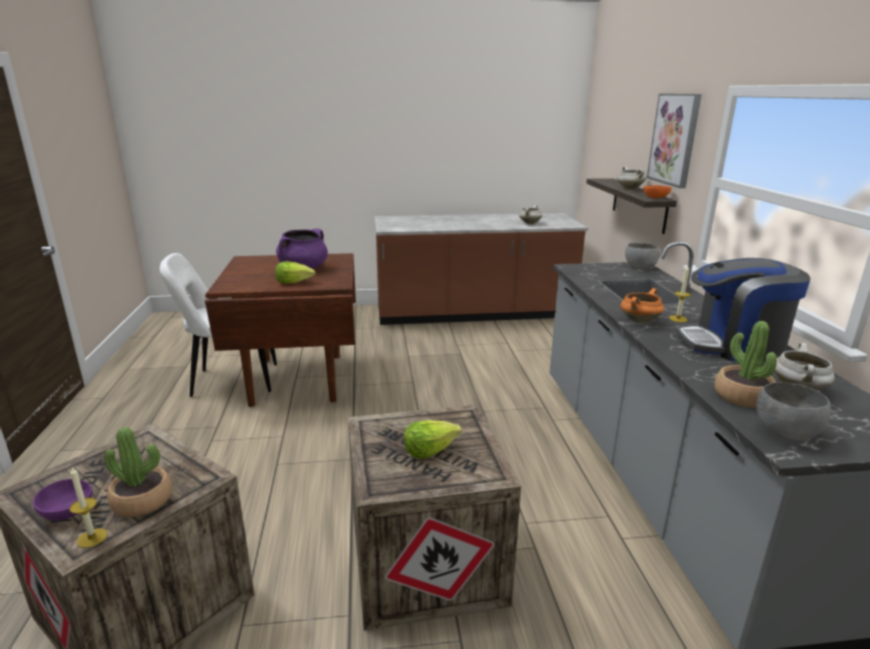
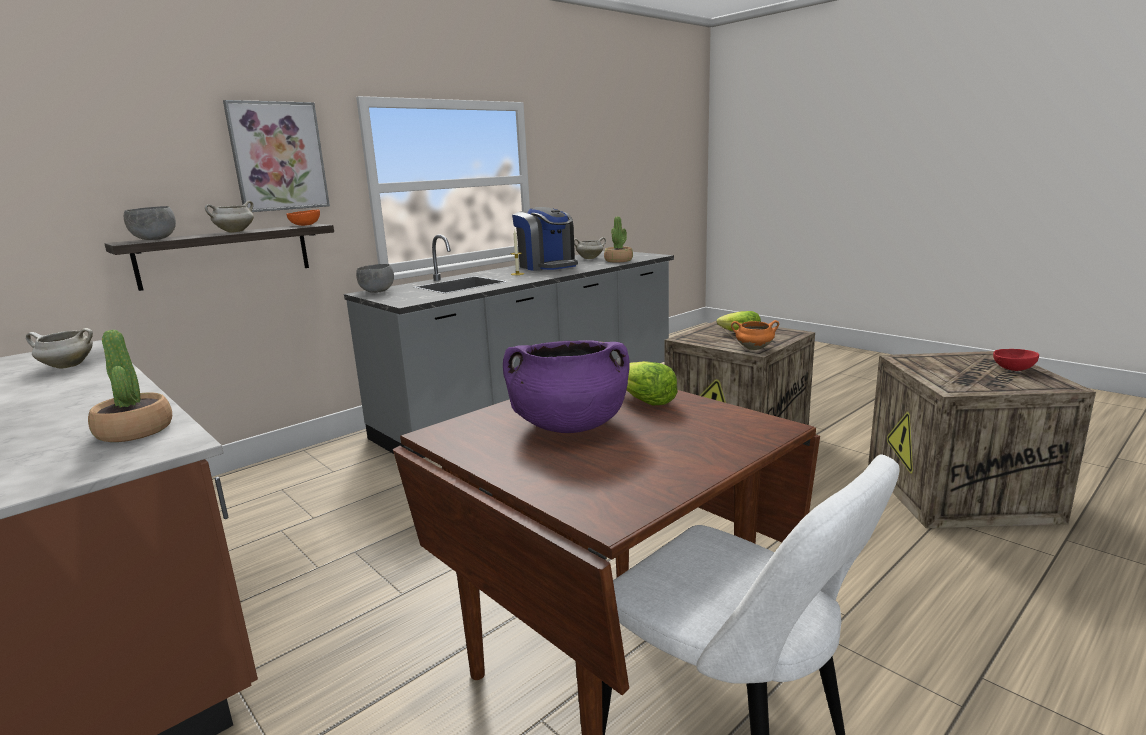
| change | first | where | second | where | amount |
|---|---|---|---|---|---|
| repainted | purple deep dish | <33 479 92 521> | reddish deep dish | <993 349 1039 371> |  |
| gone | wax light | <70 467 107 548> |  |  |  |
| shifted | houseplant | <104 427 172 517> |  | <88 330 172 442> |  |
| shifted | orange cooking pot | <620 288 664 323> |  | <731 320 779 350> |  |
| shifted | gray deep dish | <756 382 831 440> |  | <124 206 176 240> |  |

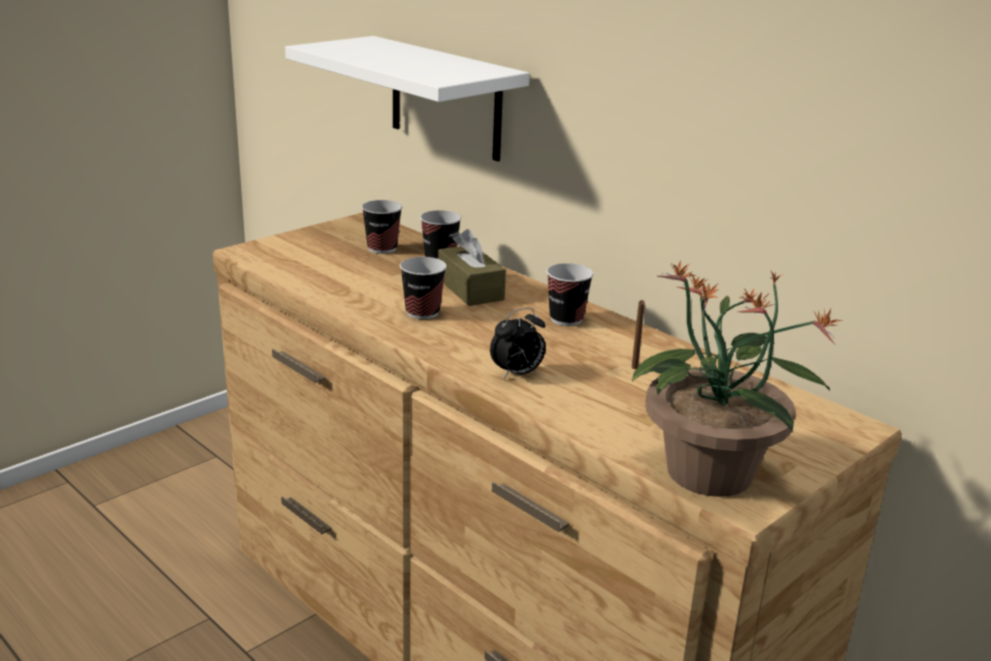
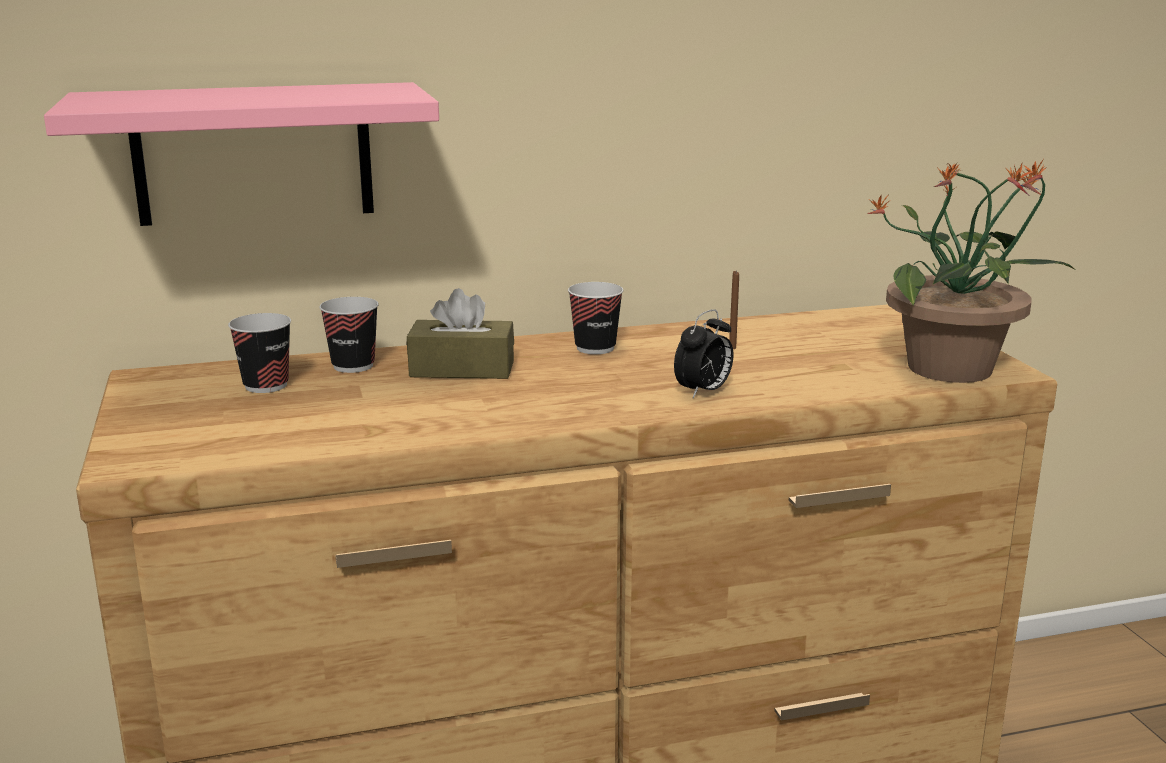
| change | first | where | second | where | amount |
|---|---|---|---|---|---|
| repainted | white bracket shelf | <285 36 530 161> | pinkish bracket shelf | <44 82 439 226> |  |
| gone | small cup | <400 257 447 319> |  |  |  |
| rotated | alarm clock | <490 308 546 379> |  | <674 309 734 398> | 45 degrees clockwise |

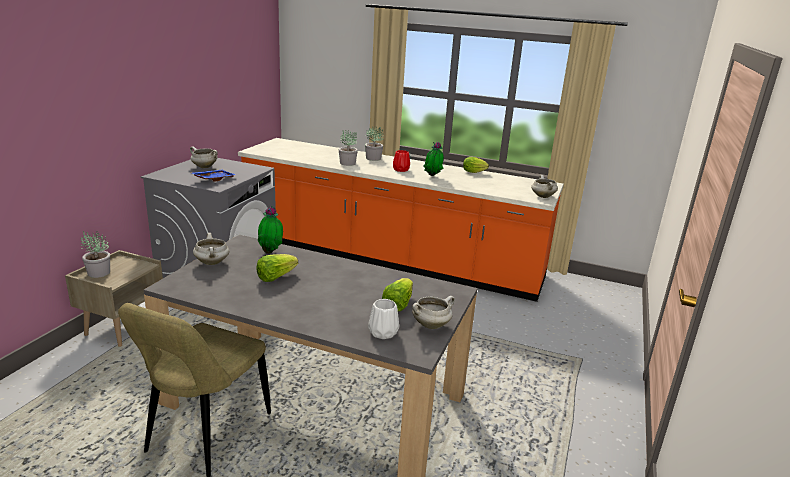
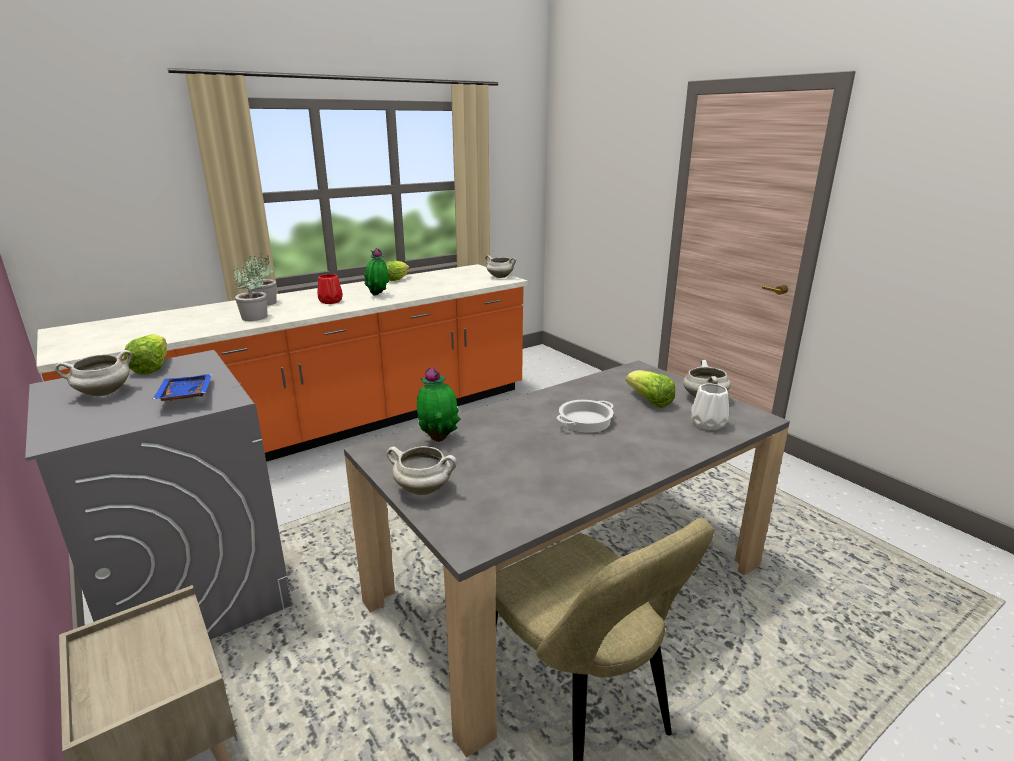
| change | first | where | second | where | amount |
|---|---|---|---|---|---|
| gone | houseplant | <81 231 110 278> |  |  |  |
| shifted | head of lettuce | <256 254 298 282> |  | <124 334 167 375> |  |
| new |  |  | cooking pot | <556 400 614 433> |  |

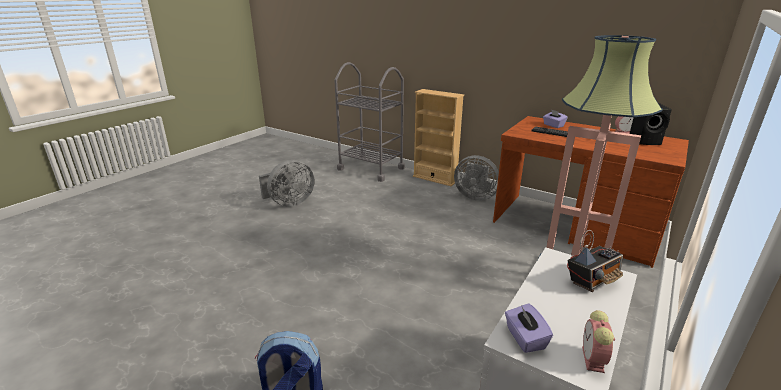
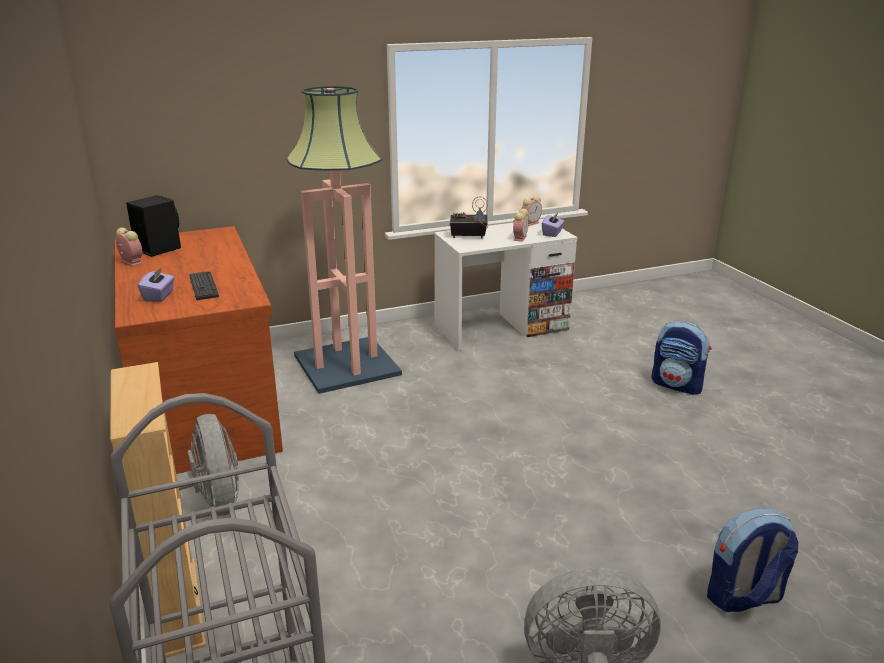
| change | first | where | second | where | amount |
|---|---|---|---|---|---|
| new |  |  | alarm clock | <513 209 529 242> |  |
| new |  |  | knapsack | <707 508 799 612> |  |

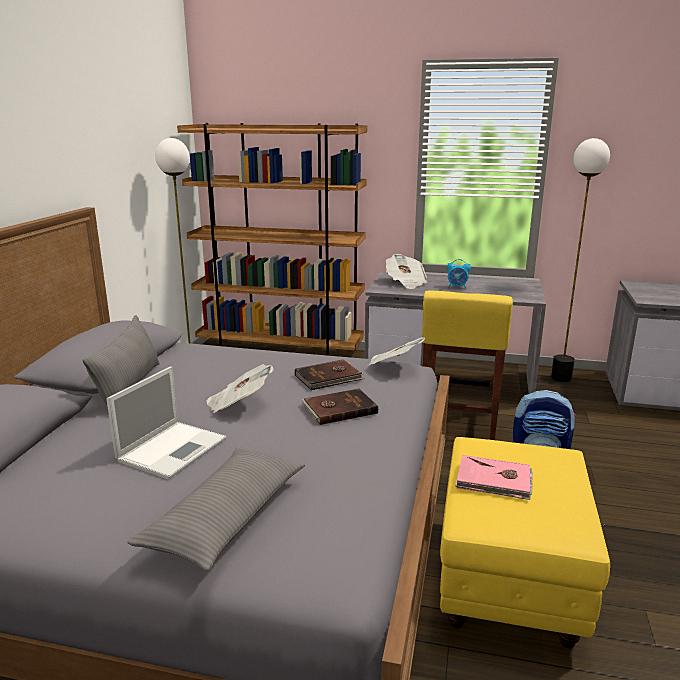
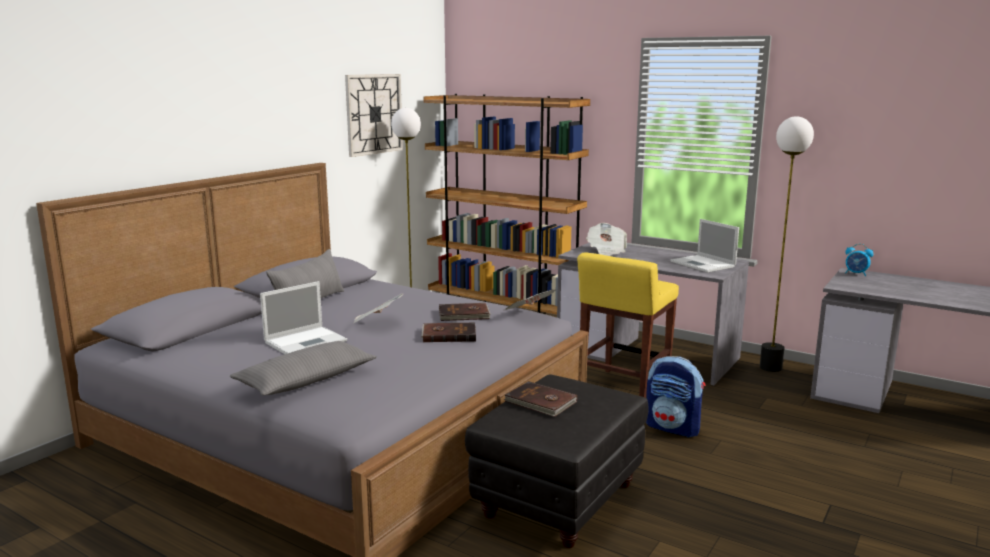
| change | first | where | second | where | amount |
|---|---|---|---|---|---|
| repainted | yellow pouffe | <440 437 610 648> | blackish pouffe | <465 374 649 548> |  |
| shifted | alarm clock | <447 259 471 289> |  | <845 244 873 276> |  |
| repainted | pinkish book | <455 455 533 500> | brownish book | <504 381 577 417> |  |
| new |  |  | wall clock | <345 74 403 157> |  |
| new |  |  | laptop | <670 219 739 273> |  |

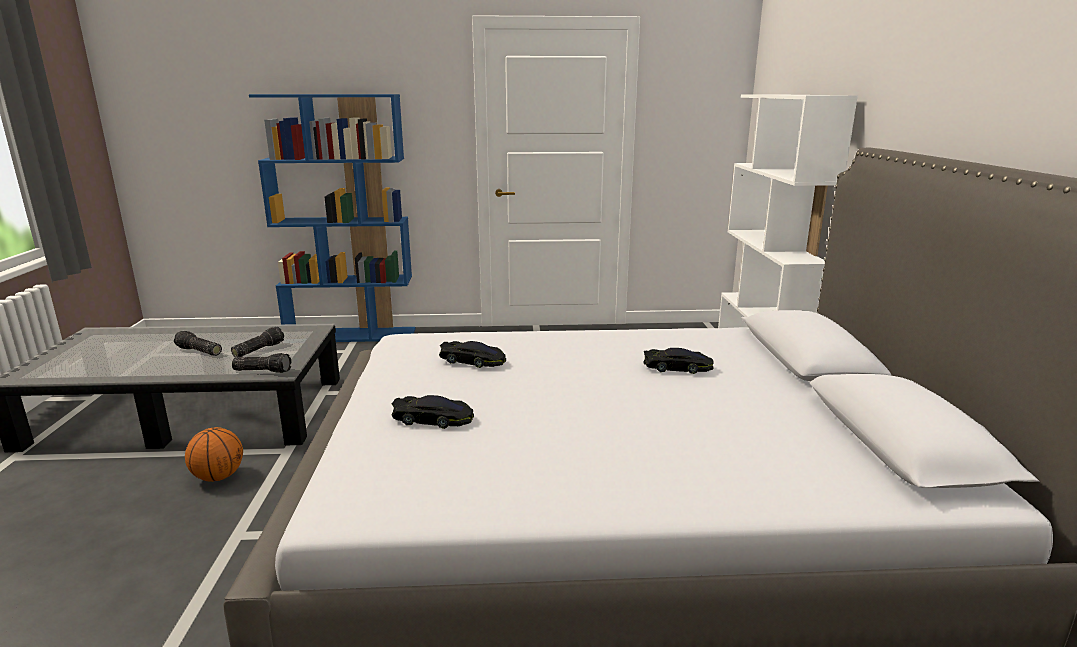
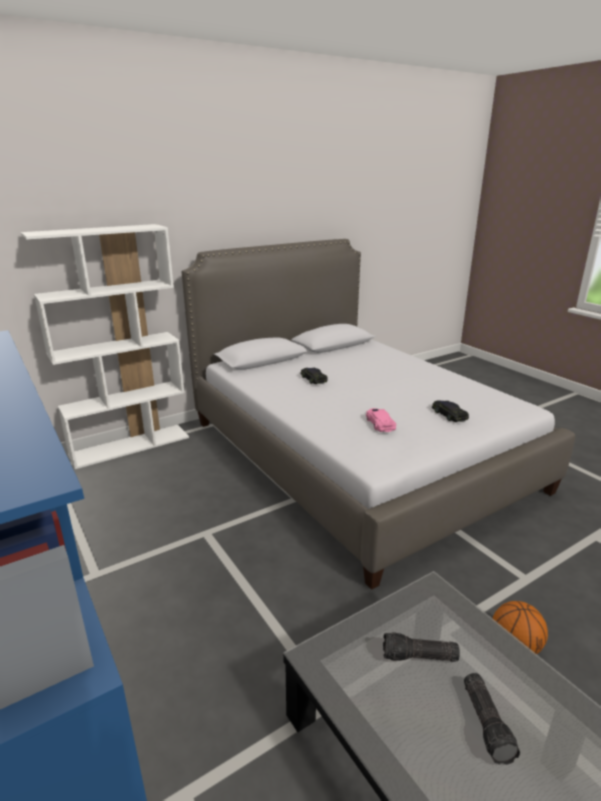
| change | first | where | second | where | amount |
|---|---|---|---|---|---|
| gone | flashlight | <232 353 292 373> |  |  |  |
| repainted | blackish miniature car | <439 341 506 368> | pinkish miniature car | <366 408 396 432> |  |

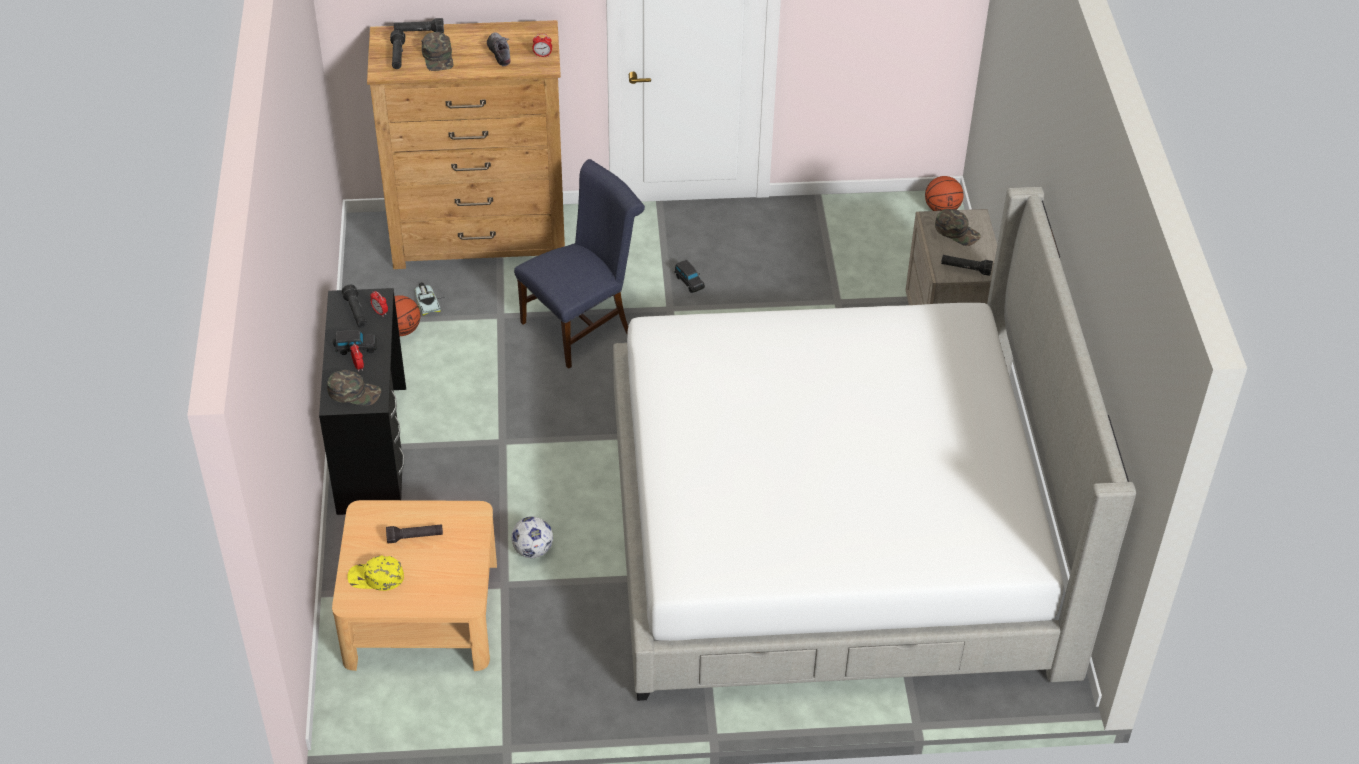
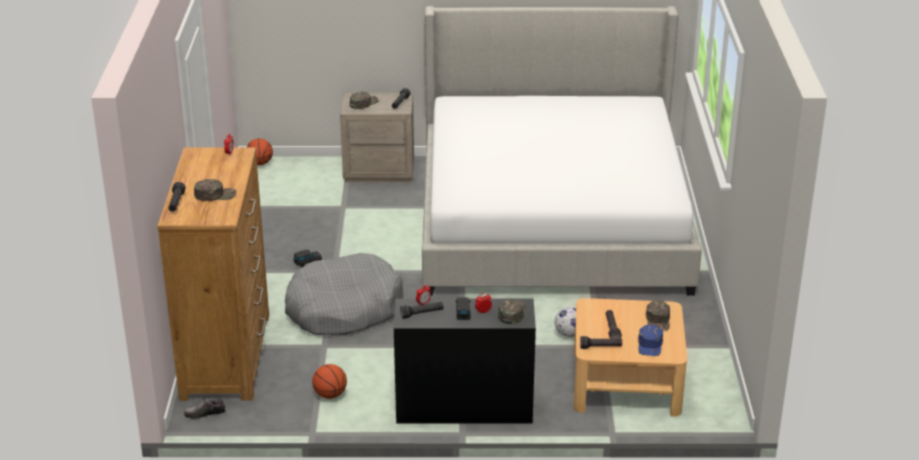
| change | first | where | second | where | amount |
|---|---|---|---|---|---|
| repainted | yellow baseball cap | <348 556 404 591> | bluish baseball cap | <638 325 663 356> |  |
| shifted | blackish flashlight | <390 30 405 69> |  | <580 336 622 349> |  |
| gone | miniature car | <415 282 445 316> |  |  |  |
| shifted | shoe | <487 32 511 67> |  | <184 398 226 419> |  |
| swapped | bluish chair | <514 159 645 369> | gray pet bed | <285 253 404 335> |  |
| new |  |  | green baseball cap | <646 300 670 331> |  |

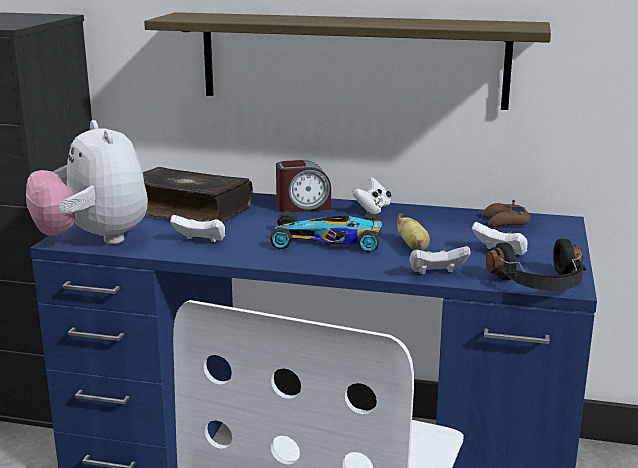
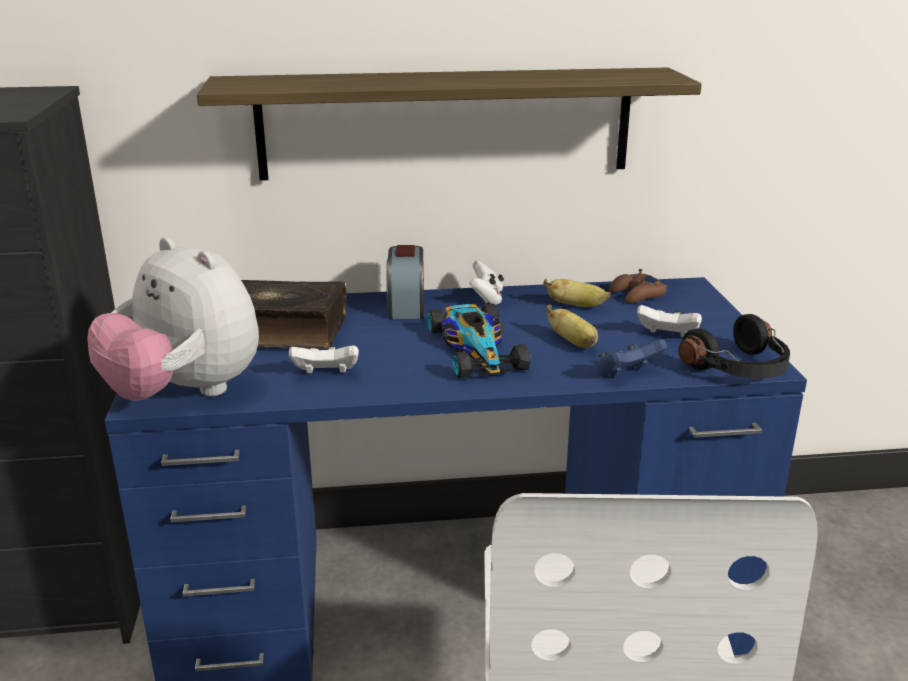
| change | first | where | second | where | amount |
|---|---|---|---|---|---|
| rotated | miniature car | <270 211 382 253> |  | <427 304 531 378> | 90 degrees counterclockwise |
| rotated | alarm clock | <276 160 331 212> |  | <386 245 424 319> | 120 degrees clockwise |
| repainted | white joypad | <410 246 470 275> | bluish joypad | <598 339 667 378> |  |
| new |  |  | banana fruit | <544 279 611 307> |  |

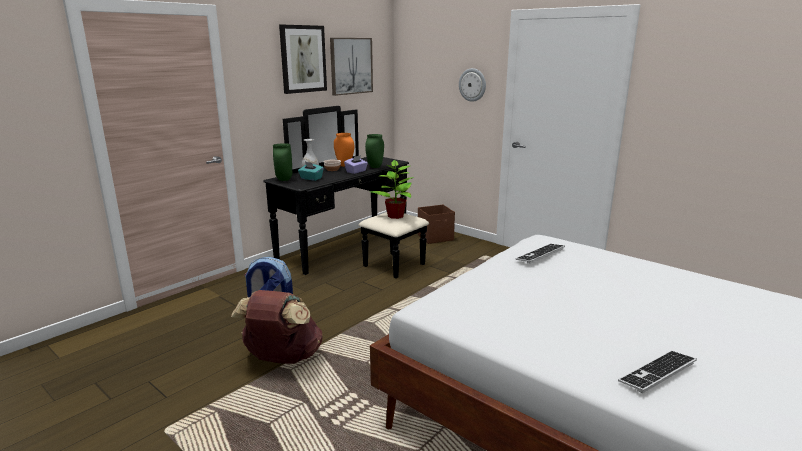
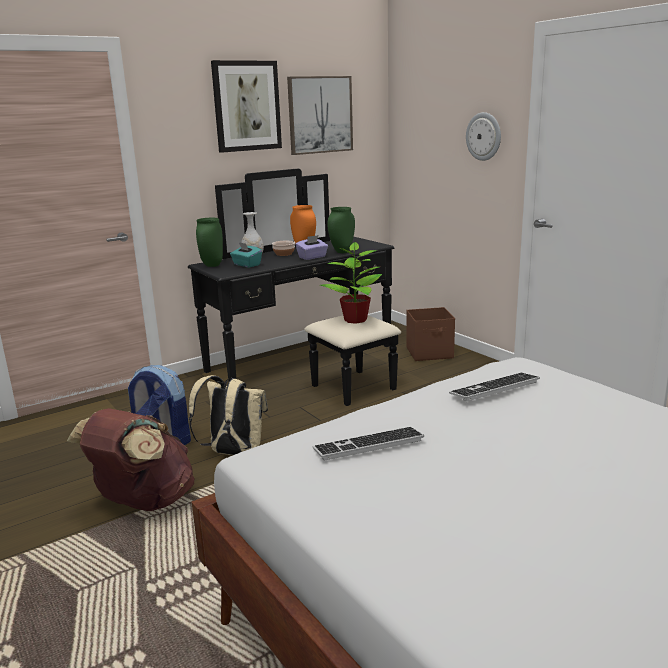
| change | first | where | second | where | amount |
|---|---|---|---|---|---|
| shifted | keyboard | <618 351 697 393> |  | <313 427 424 461> |  |
| new |  |  | beige-coloured knapsack | <189 375 268 455> |  |

